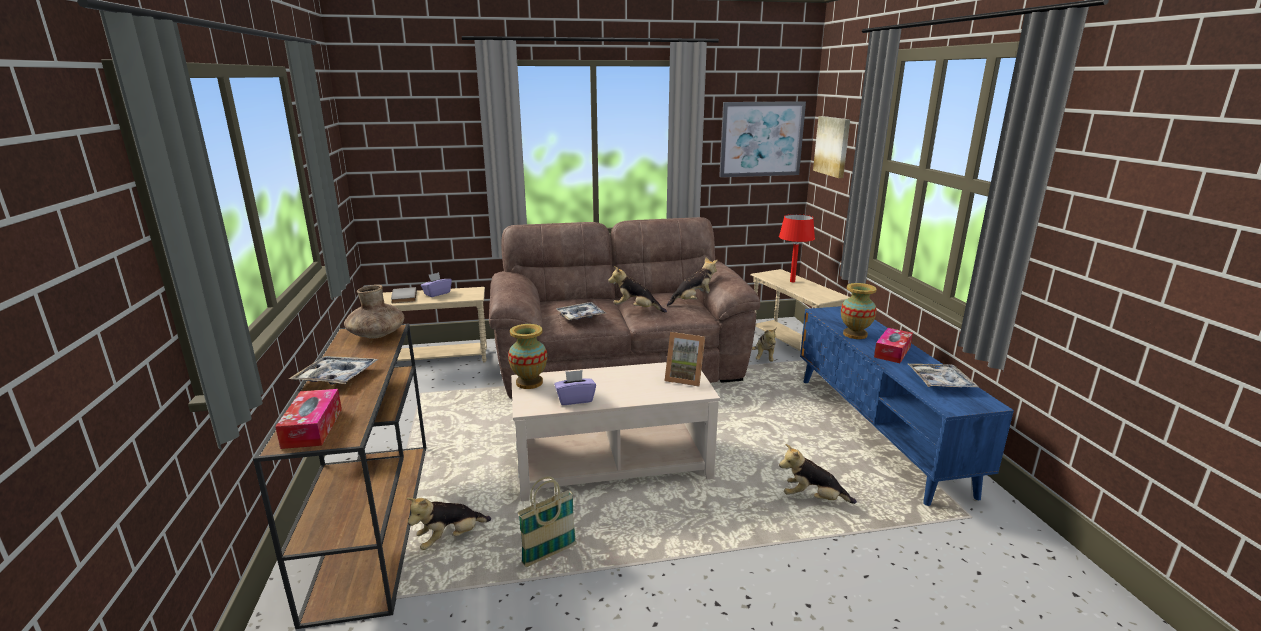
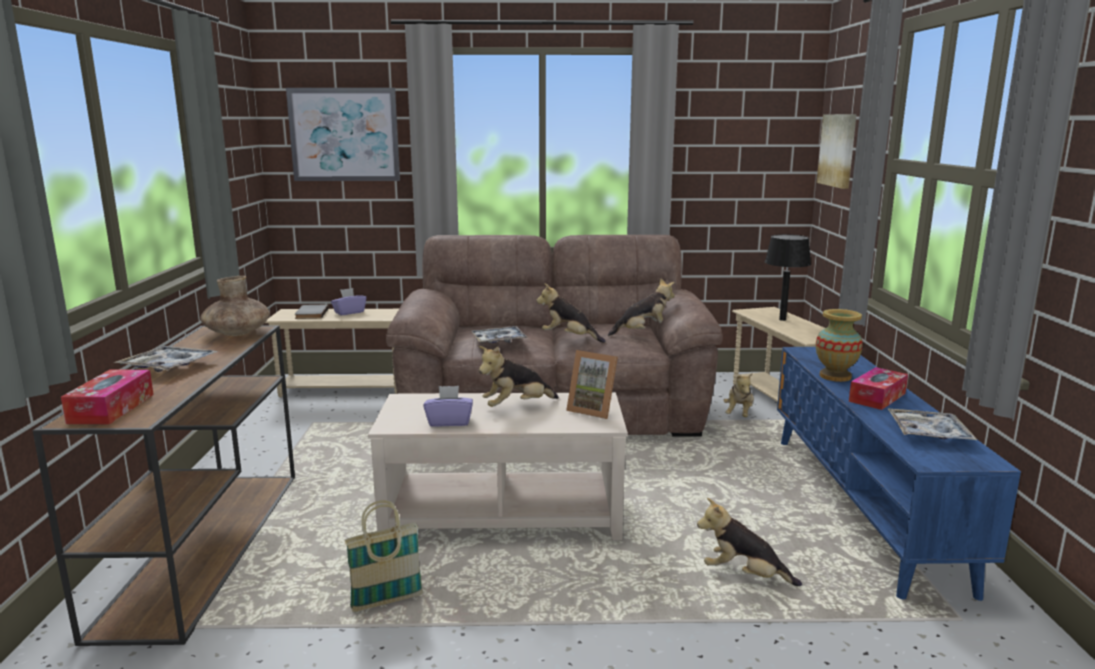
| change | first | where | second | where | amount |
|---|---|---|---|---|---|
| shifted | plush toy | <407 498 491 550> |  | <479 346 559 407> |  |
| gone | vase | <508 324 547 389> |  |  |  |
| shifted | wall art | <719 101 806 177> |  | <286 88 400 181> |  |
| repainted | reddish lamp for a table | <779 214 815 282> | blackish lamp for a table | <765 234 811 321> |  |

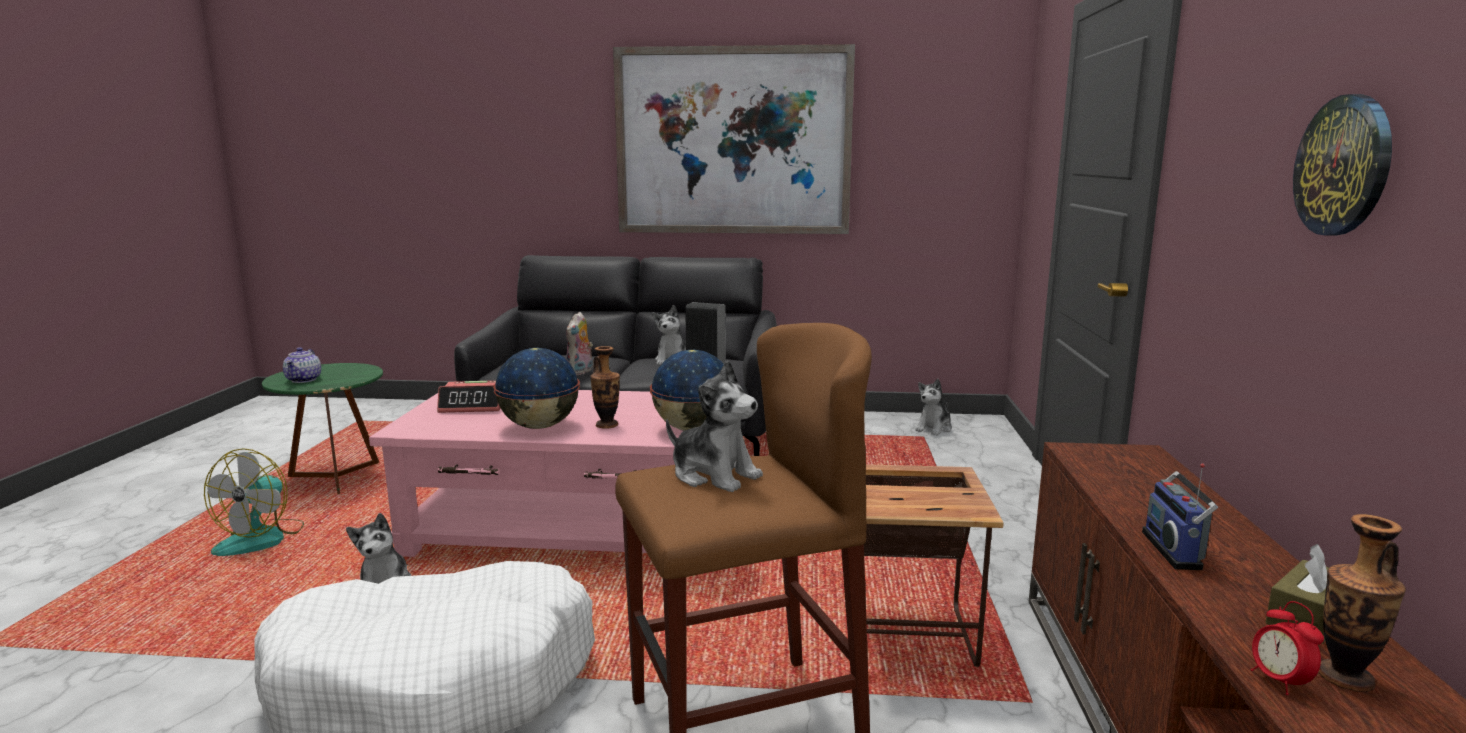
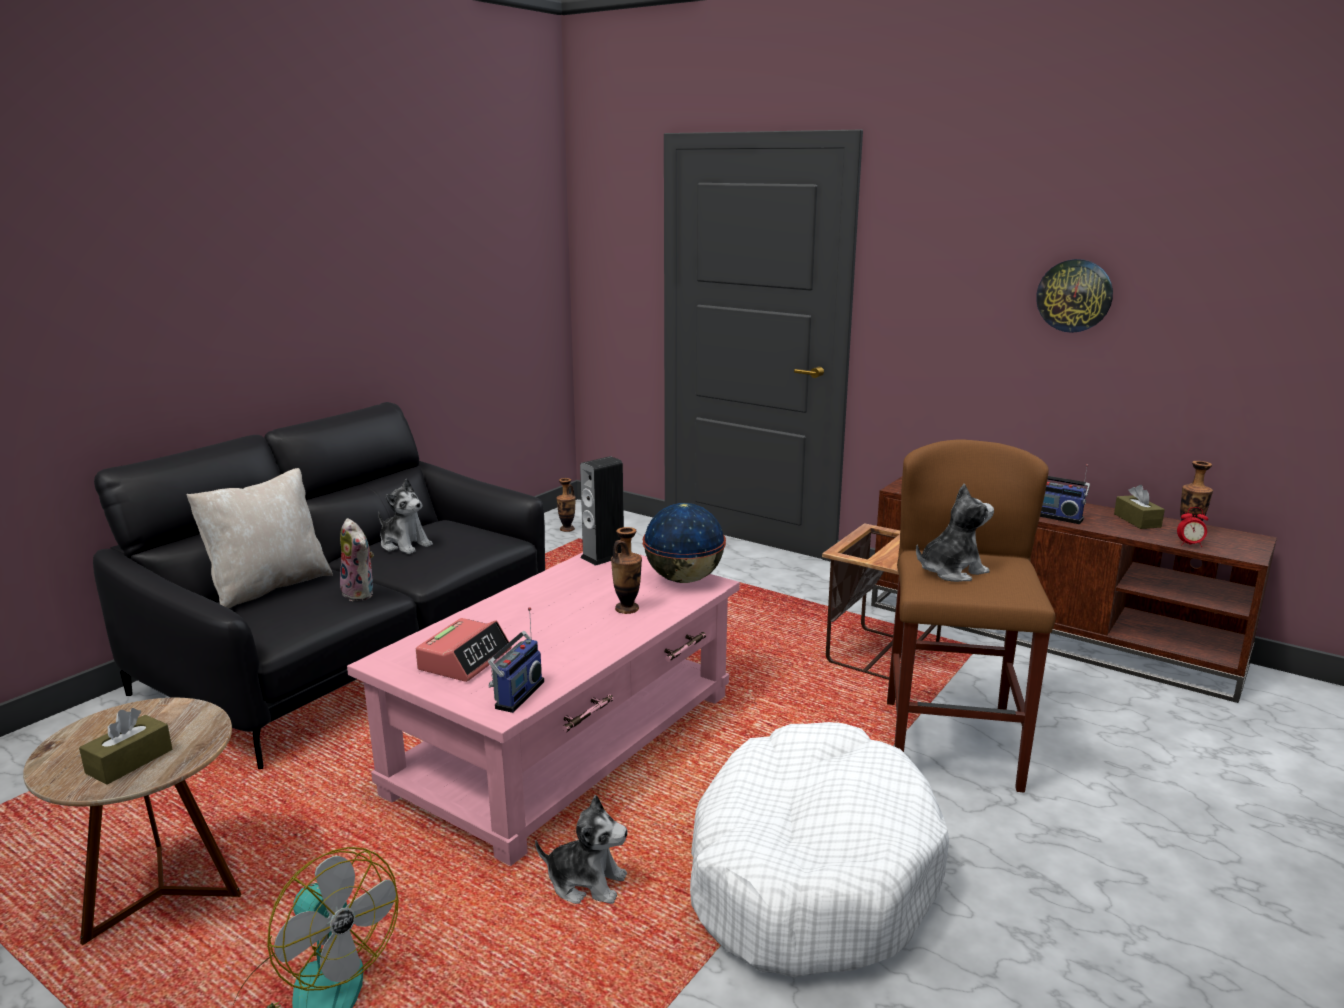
| change | first | where | second | where | amount |
|---|---|---|---|---|---|
| repainted | green accent table | <262 363 383 494> | brownish accent table | <23 698 241 945> |  |
| swapped | pot for tea | <283 347 321 383> | brownish box of tissues | <79 708 172 785> |  |
| gone | desk globe | <493 348 580 429> |  |  |  |
| gone | wall art | <613 44 855 234> |  |  |  |
| swapped | plush toy | <915 379 952 435> | vase | <556 478 576 532> |  |
| new |  |  | beige-coloured pillow | <186 468 333 608> |  |
| new |  |  | radio set | <488 607 544 713> |  |

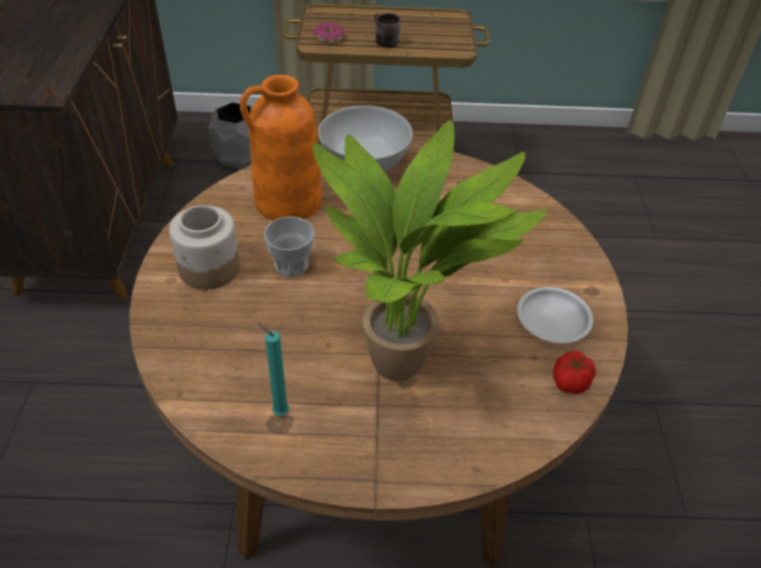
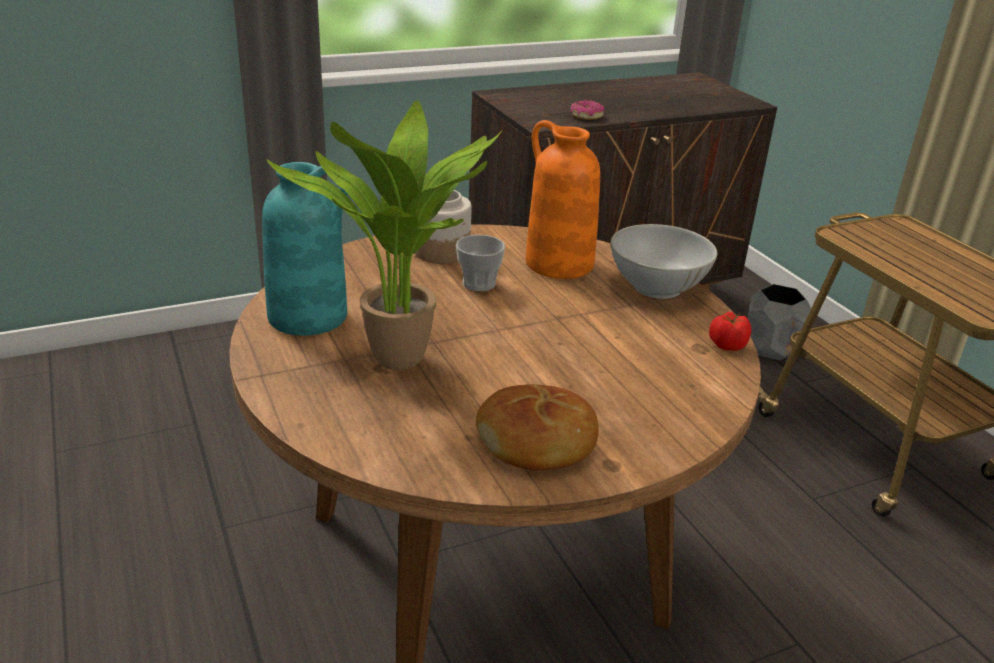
| change | first | where | second | where | amount |
|---|---|---|---|---|---|
| swapped | blue-green wax light | <257 322 289 416> | blue-green vase | <262 162 348 336> |  |
| shifted | donut | <313 22 344 43> |  | <571 100 604 120> |  |
| gone | brownish tea mug | <375 13 401 48> |  |  |  |
| swapped | white flat dish | <517 287 593 343> | bread | <476 384 599 470> |  |
| shifted | whole tomato | <553 351 596 394> |  | <709 312 751 351> |  |

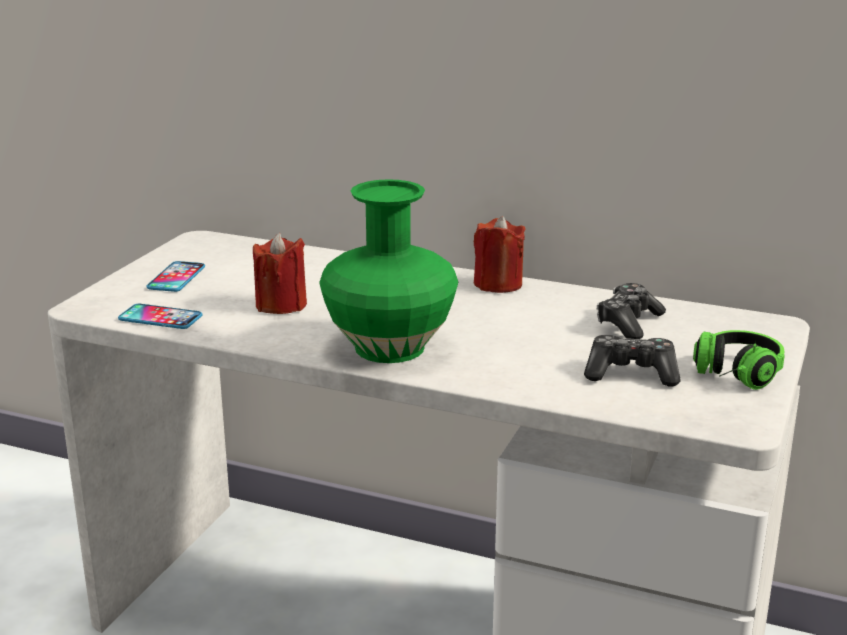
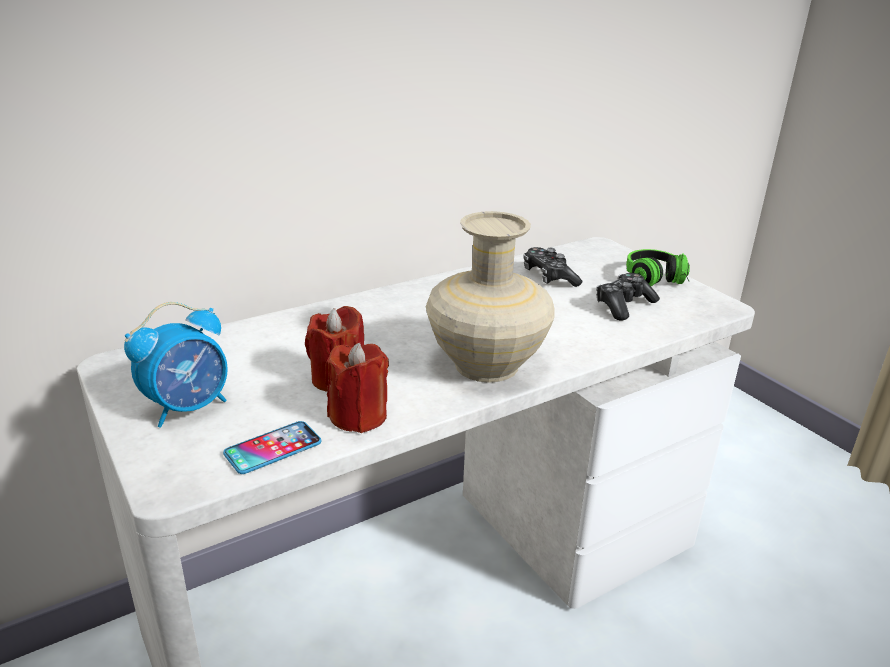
| change | first | where | second | where | amount |
|---|---|---|---|---|---|
| swapped | handset | <147 261 205 292> | alarm clock | <124 302 228 427> |  |
| repainted | green vase | <319 179 458 363> | beige-coloured vase | <426 211 555 383> |  |
| shifted | reddish wax light | <474 216 526 293> |  | <325 343 389 433> |  |

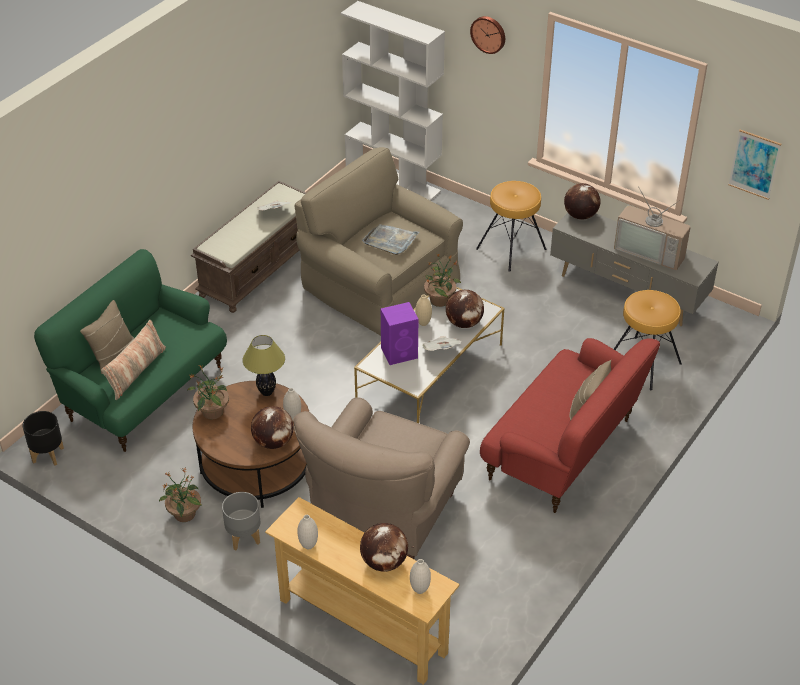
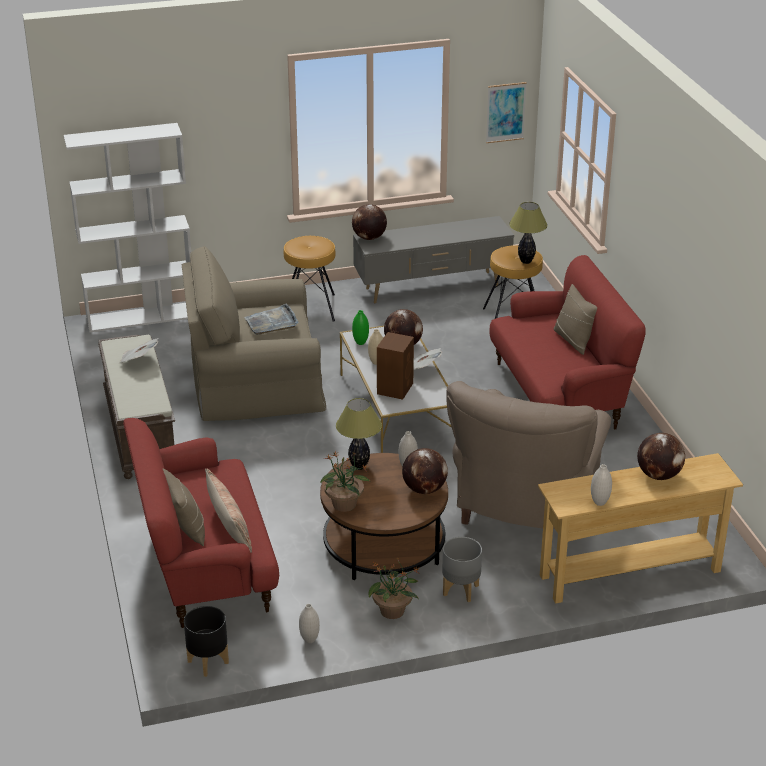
| change | first | where | second | where | amount |
|---|---|---|---|---|---|
| repainted | green sofa | <34 249 227 452> | reddish sofa | <123 418 279 628> |  |
| rotated | beige-coloured armchair | <293 397 470 559> |  | <446 381 611 529> | 45 degrees clockwise |
| repainted | purple audio speaker | <381 302 418 365> | brownish audio speaker | <377 332 414 400> |  |
| shifted | white vase | <410 559 431 594> |  | <299 604 320 643> |  |
| swapped | houseplant | <424 254 461 307> | green vase | <352 310 369 345> |  |
| gone | wall clock | <470 16 505 54> |  |  |  |
| gone | television | <614 186 691 270> |  |  |  |
| new |  |  | lamp for a table | <509 202 547 264> |  |

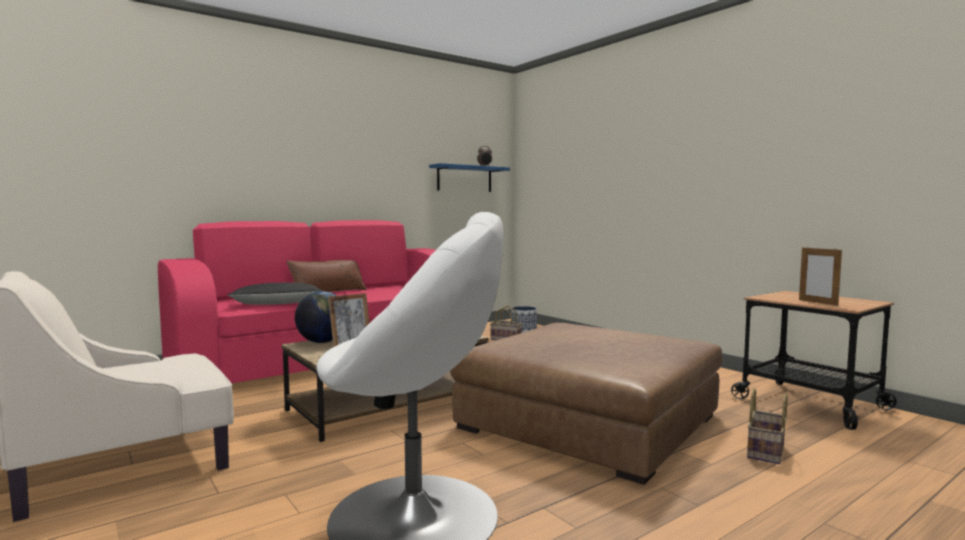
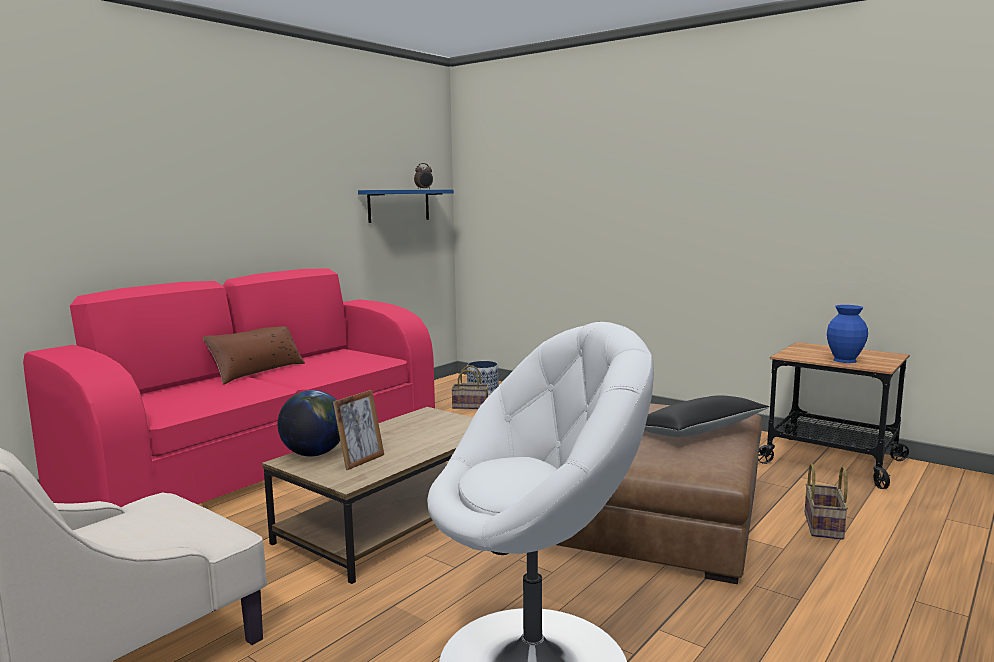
| change | first | where | second | where | amount |
|---|---|---|---|---|---|
| shifted | blackish pillow | <227 282 323 305> |  | <644 395 769 437> |  |
| swapped | picture frame | <799 248 842 306> | bluish vase | <827 305 868 363> |  |

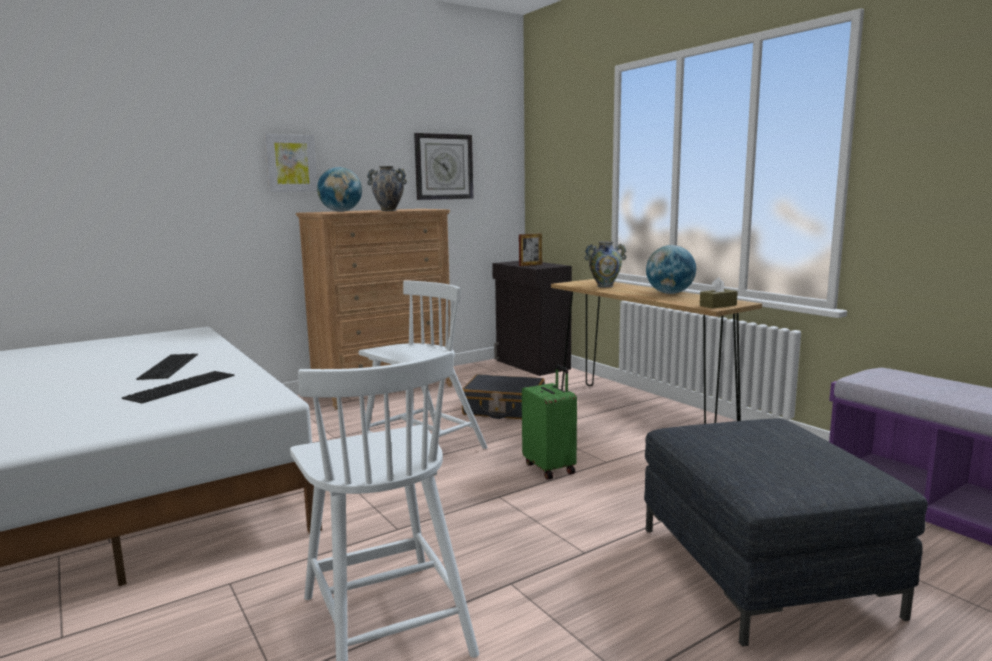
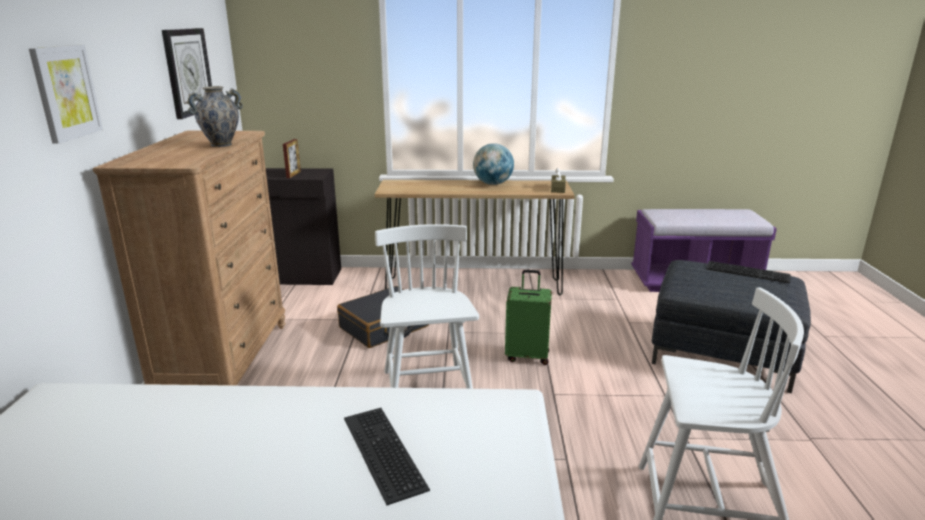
| change | first | where | second | where | amount |
|---|---|---|---|---|---|
| shifted | keyboard | <136 354 198 380> |  | <706 261 791 283> |  |
| gone | desk globe | <317 167 362 212> |  |  |  |
| gone | vase | <584 241 627 287> |  |  |  |

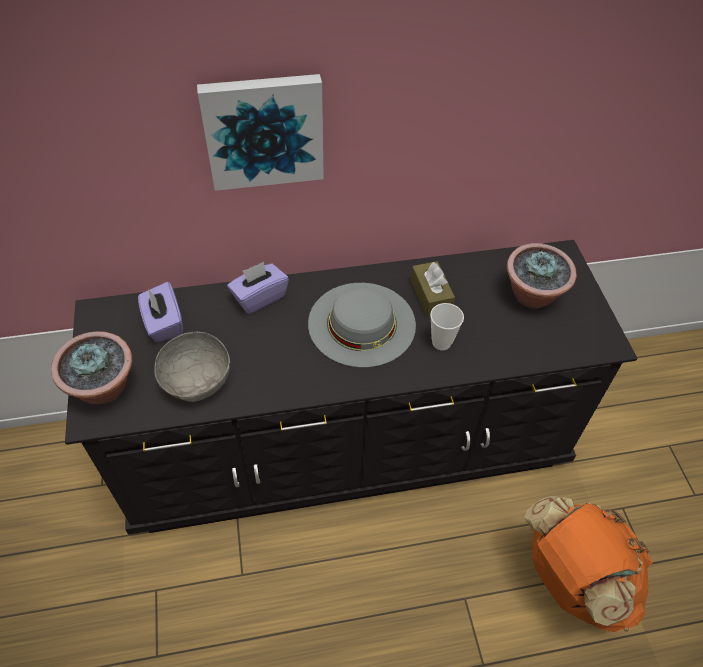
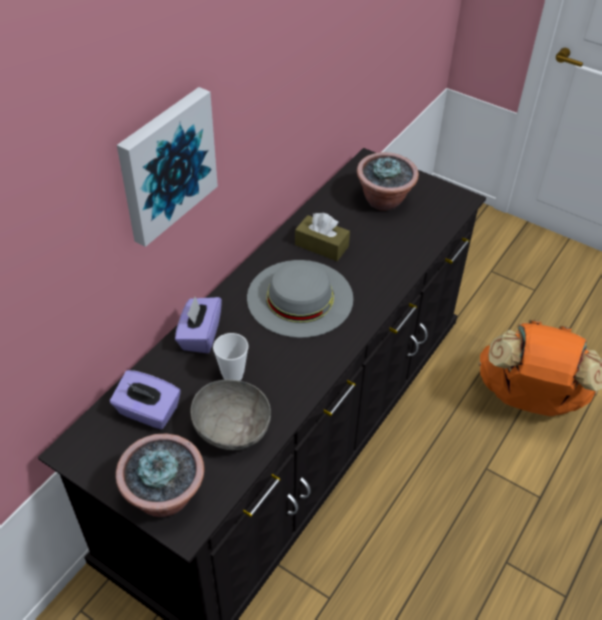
| change | first | where | second | where | amount |
|---|---|---|---|---|---|
| shifted | small cup | <430 303 464 350> |  | <213 333 249 381> |  |

